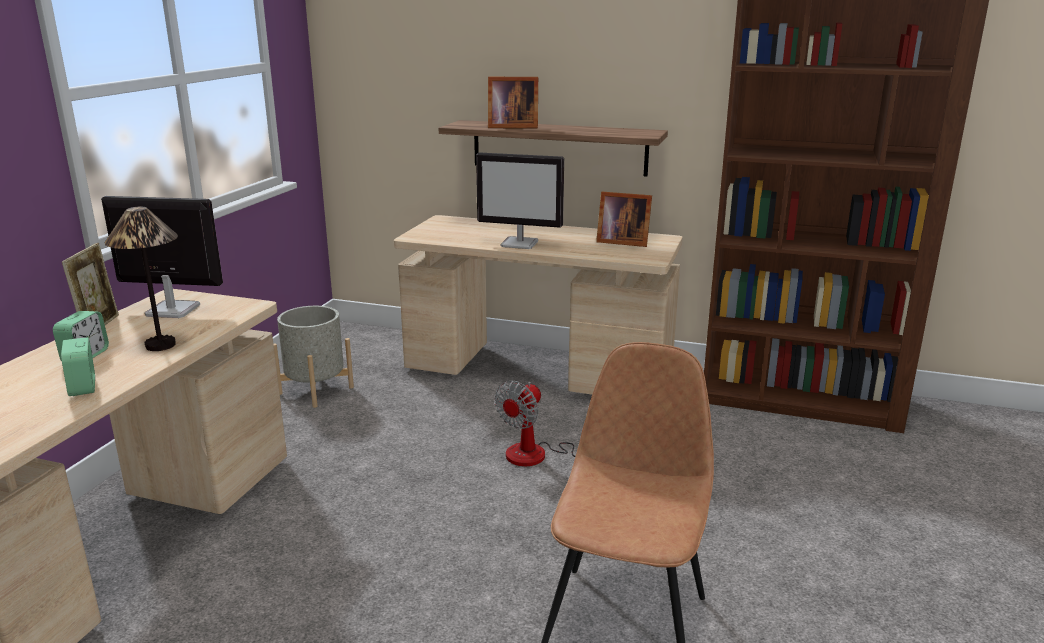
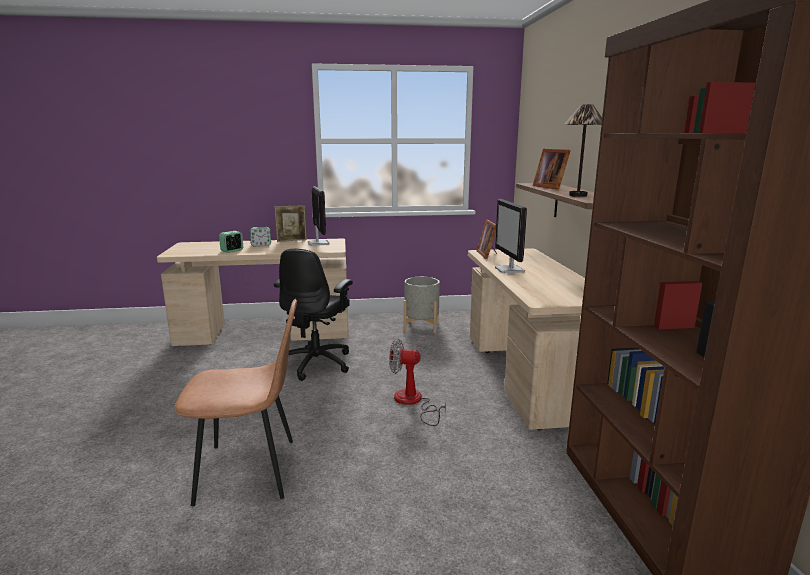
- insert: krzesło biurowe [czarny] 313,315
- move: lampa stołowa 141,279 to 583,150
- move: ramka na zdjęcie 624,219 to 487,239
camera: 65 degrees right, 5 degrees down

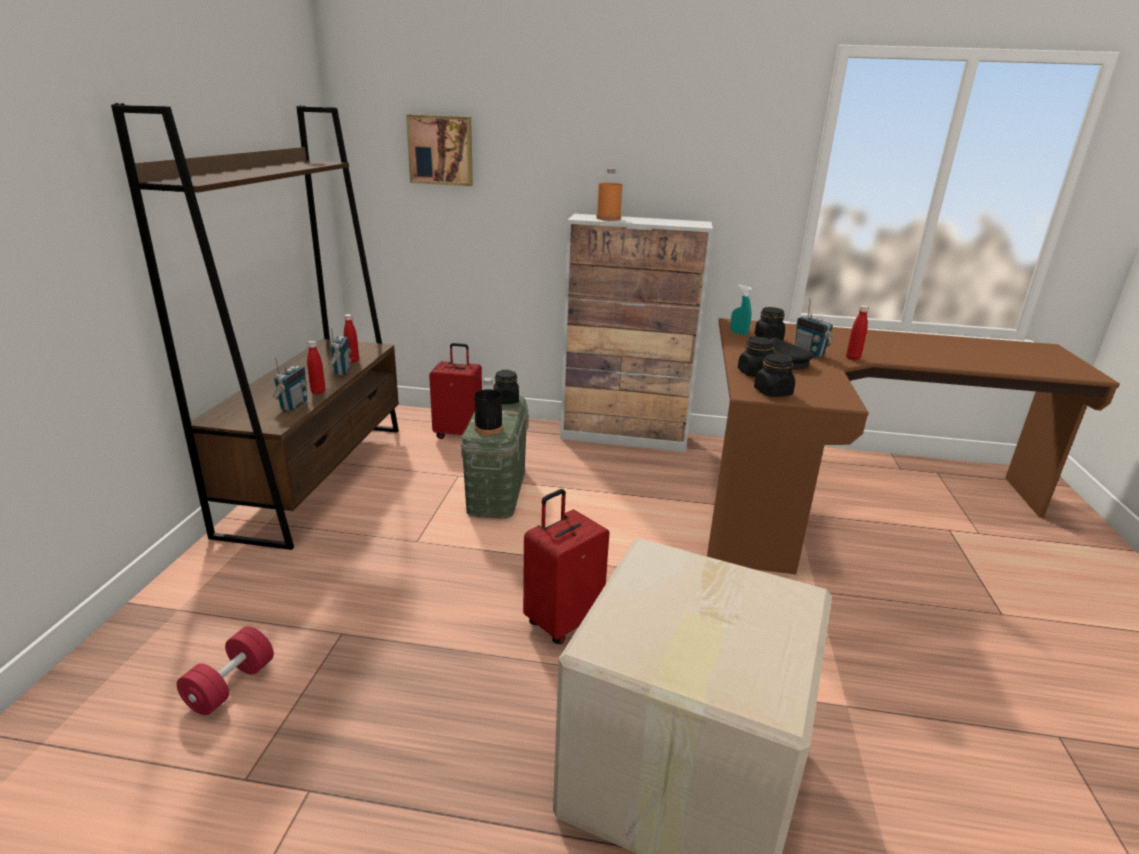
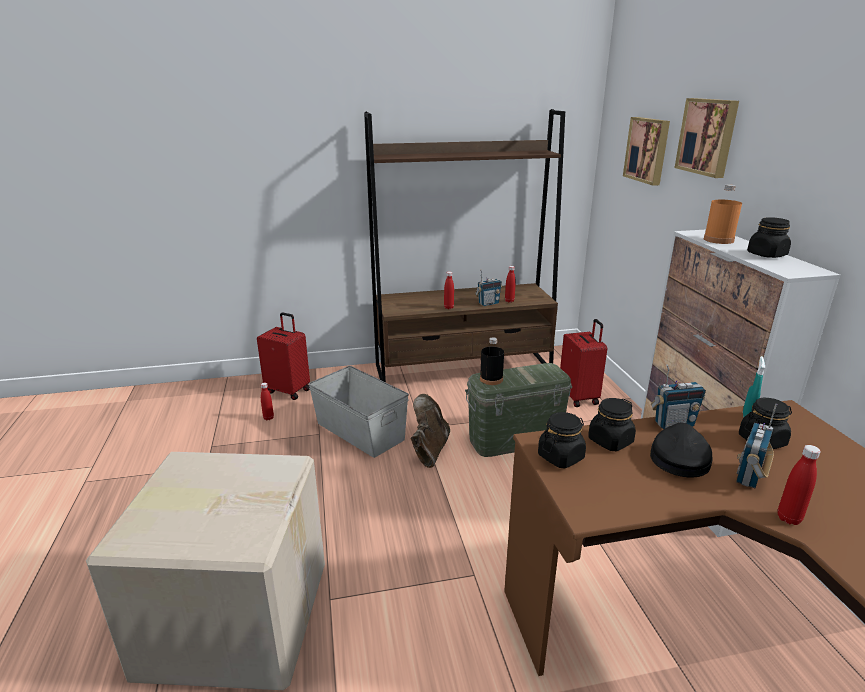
- insert: pojemnik do przechowywania [szary] 359,412
- insert: but z cholewką [brązowy] 430,431
- insert: obraz 707,138
- move: radio 289,384 to 678,396
- move: słoik [czarny] 506,387 to 769,237
- move: walizka [czerwony] 566,566 to 283,356
- replace: hantel [czerwony] 225,671 to butelka [czerwony] 267,401
camera: 70 degrees right, 0 degrees up

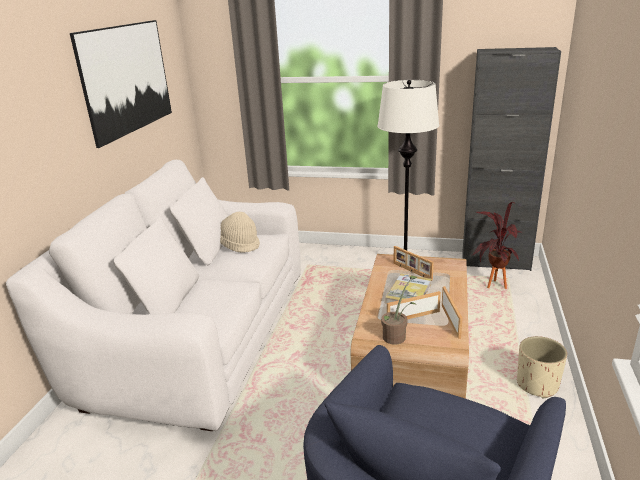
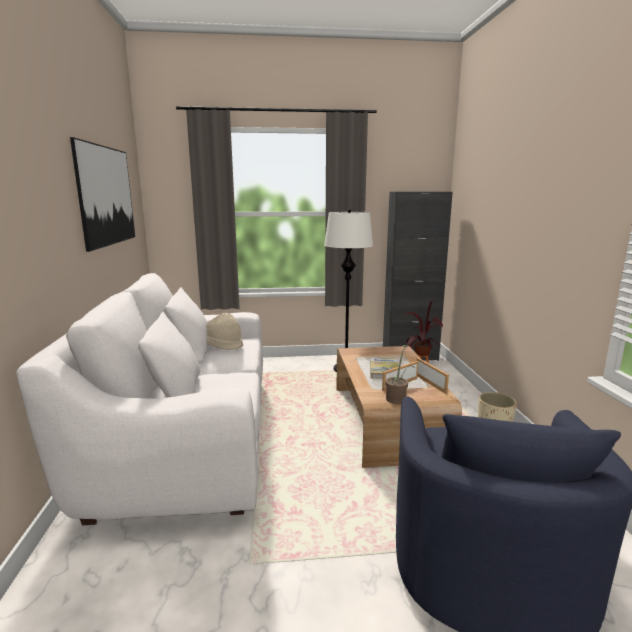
- delete: ramka na zdjęcie 414,263
camera: 20 degrees left, 10 degrees down

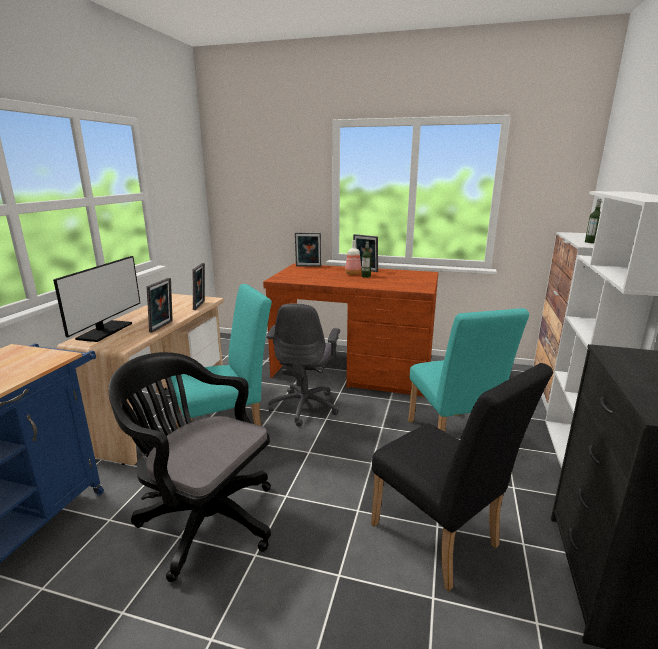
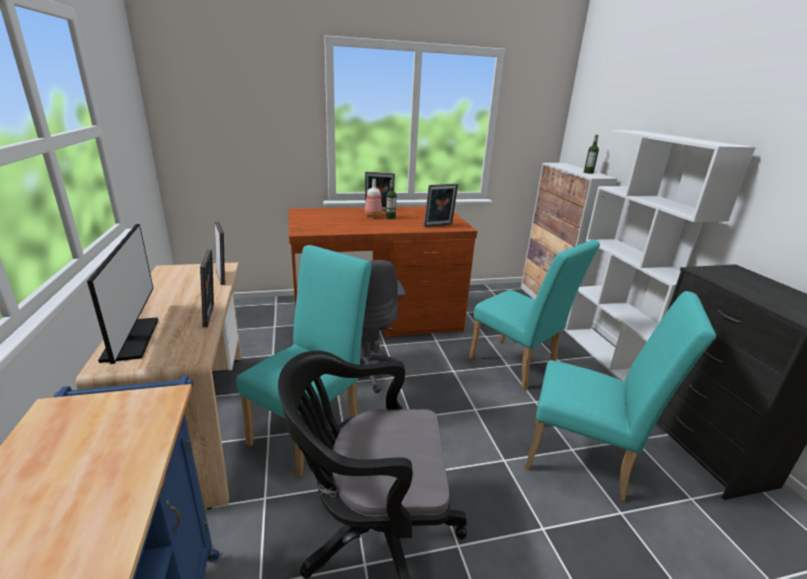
- move: ramka na zdjęcie 308,249 to 441,205
- recolor: krzesło [czarny] 462,477 to krzesło [turkusowy] 620,396
camera: 30 degrees left, 5 degrees up

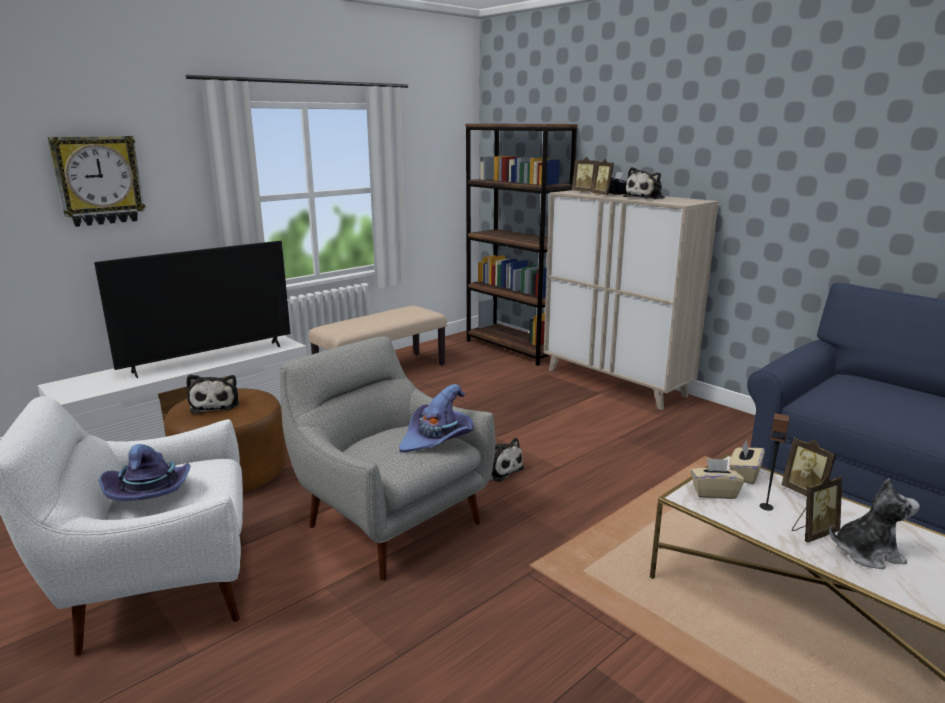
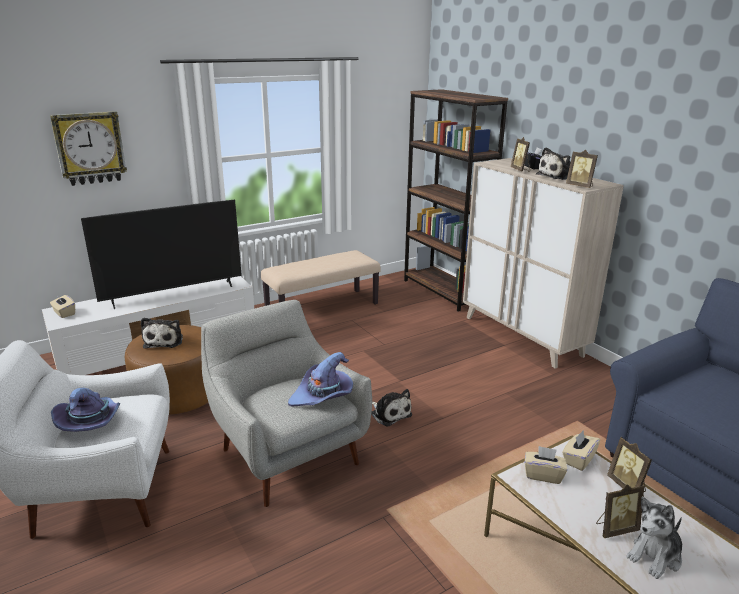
- delete: głośnik 774,462
- insert: pudełko chusteczek [beżowy] 62,306
- move: ramka na zdjęcie 584,174 to 582,169
- rotate: pluszak 875,523 = 654,538 135 degrees clockwise
camera: 10 degrees right, 5 degrees up

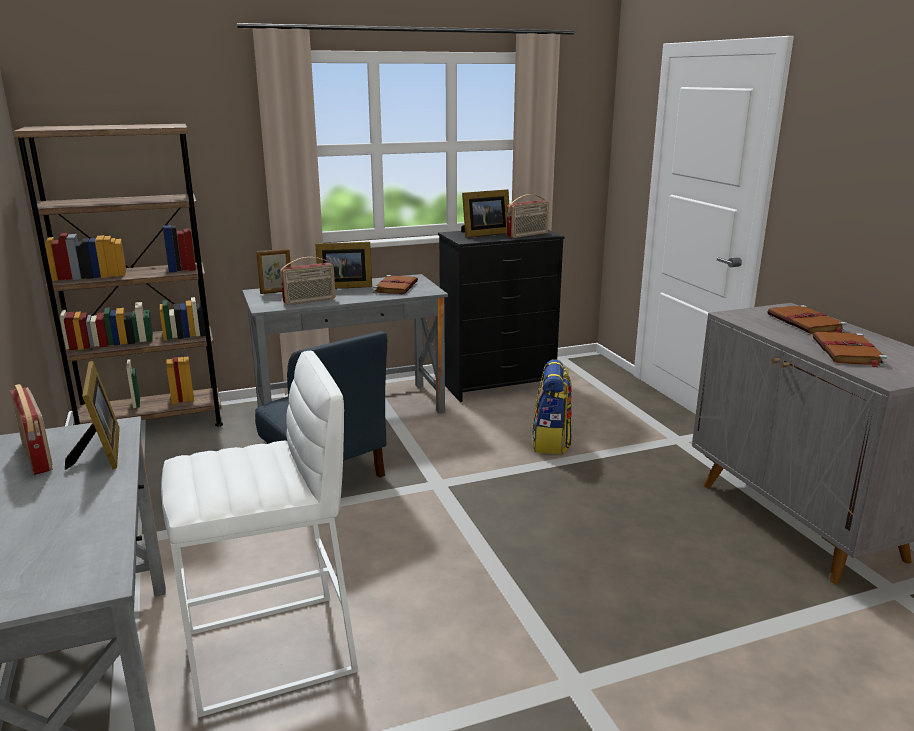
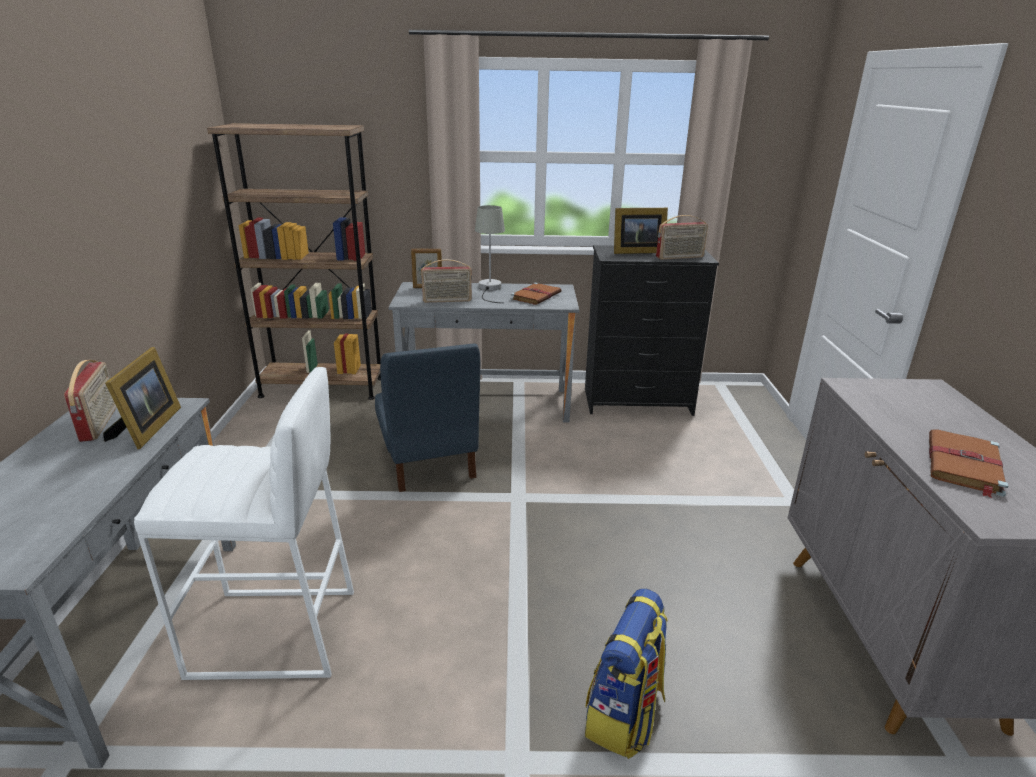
- delete: książka [brązowy] 807,319
- move: plecak 552,407 to 626,674
- replace: ramka na zdjęcie 343,265 to lampa stołowa [szary] 490,254
camera: 20 degrees right, 5 degrees up

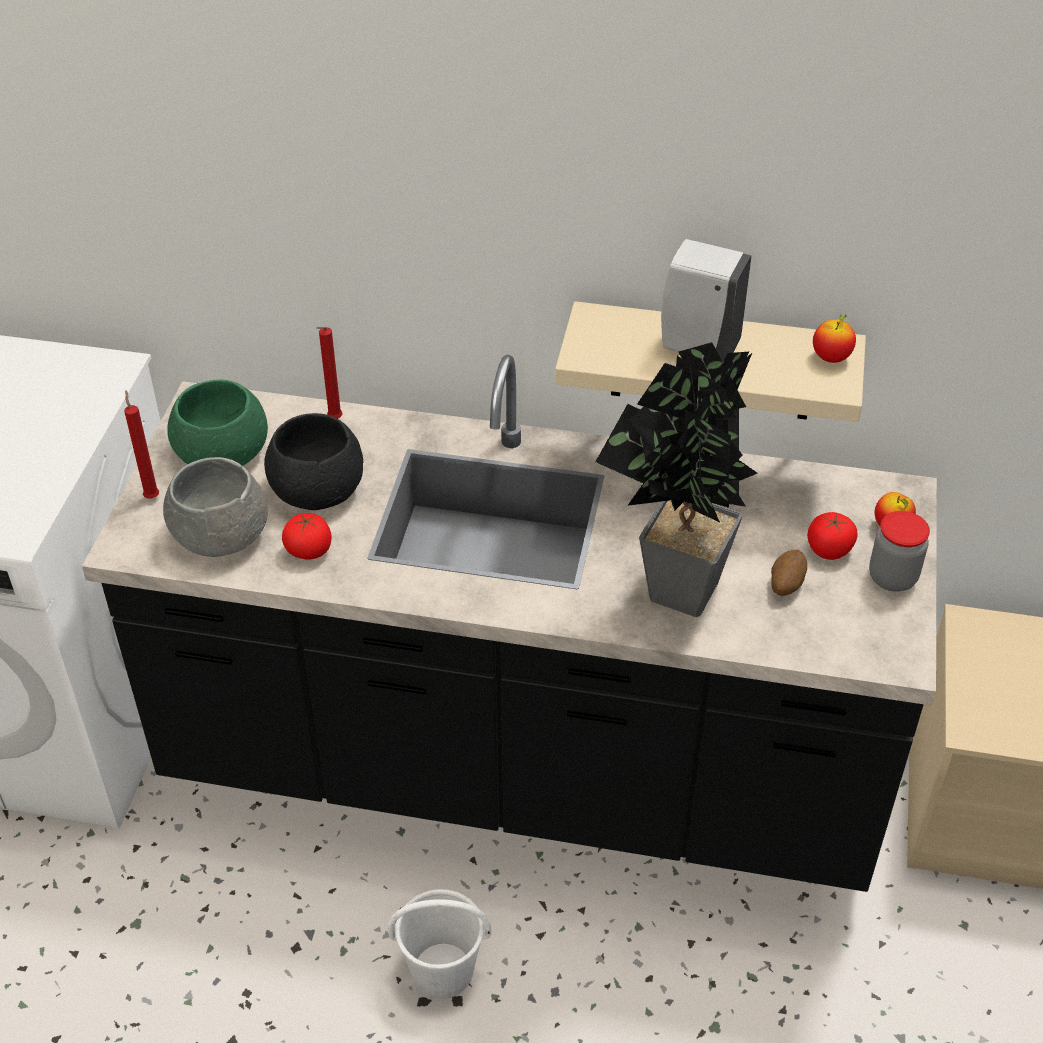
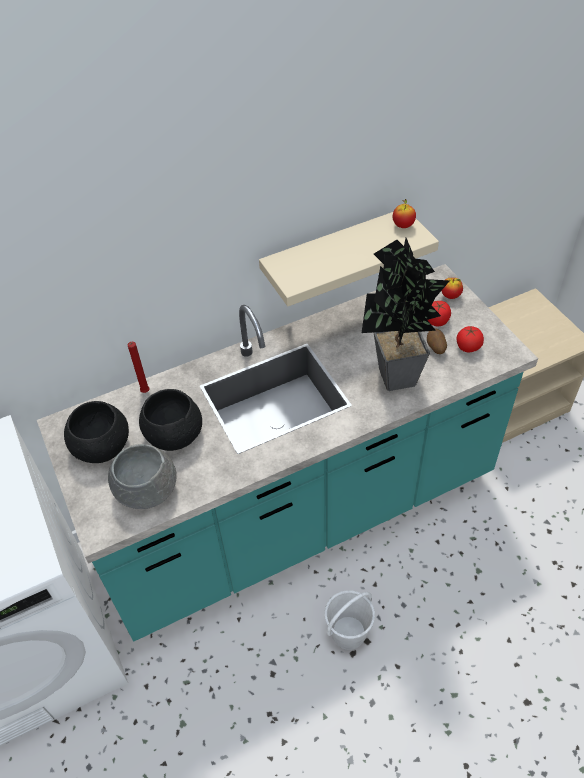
- delete: świeca [czerwony] 141,444
- delete: dozownik mydła [biały] 706,300
- delete: słoik 899,551
- move: pomidor 307,536 to 470,339
- recolor: zabudowa kuchenna [czarny] 509,623 to zabudowa kuchenna [turkusowy] 287,453
- recolor: miska [zielony] 217,422 to miska [czarny] 96,432
camera: 35 degrees left, 5 degrees up

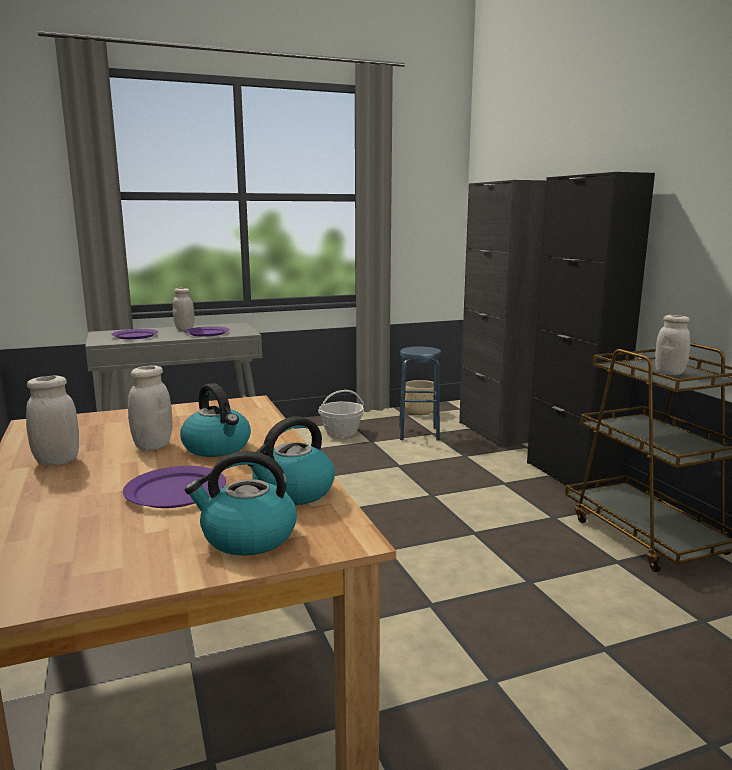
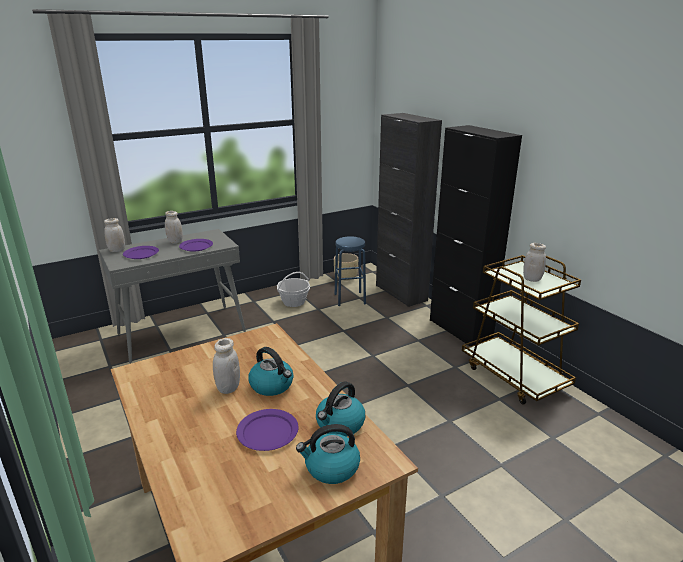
- move: słoik [biały] 52,420 to 114,235
camera: 10 degrees left, 10 degrees up

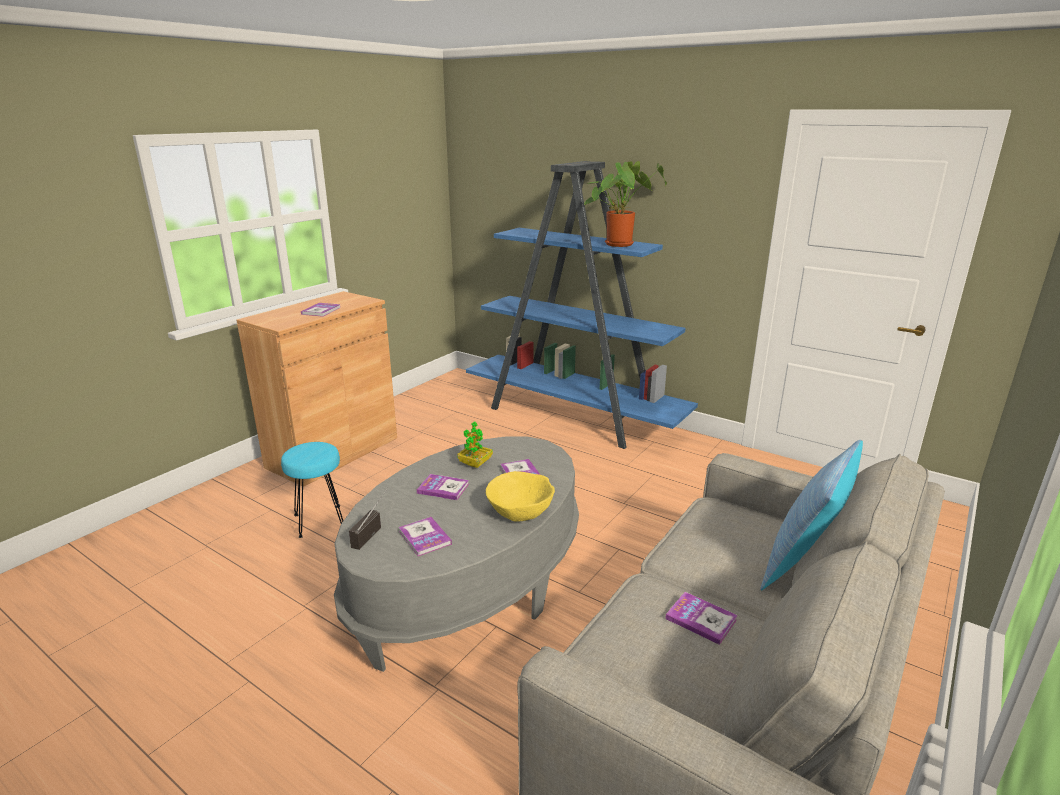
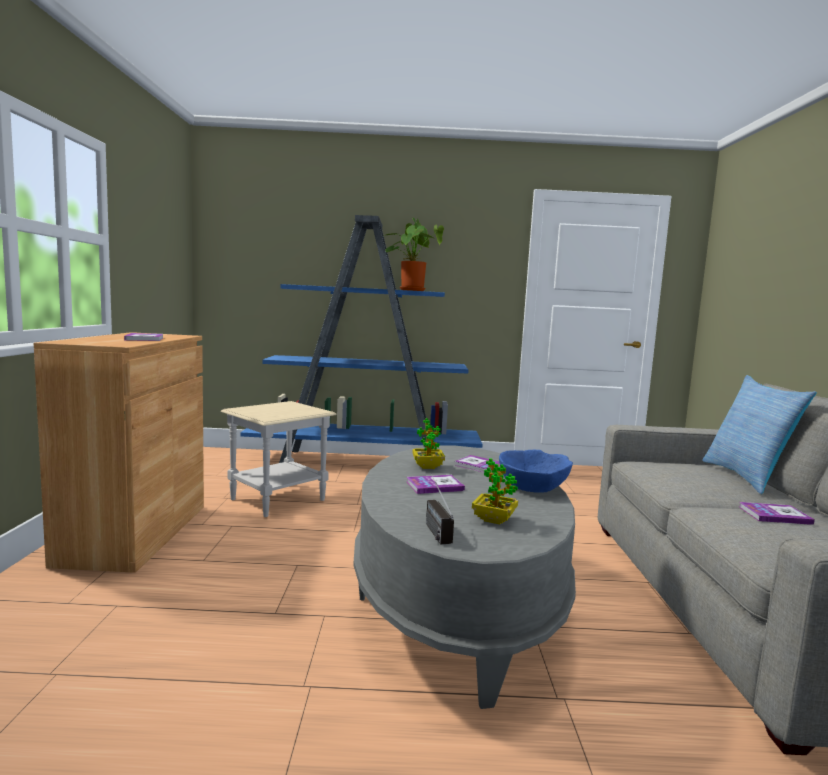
- delete: stołek [turkusowy] 312,490
- insert: stolik [beżowy] 279,459
- replace: książka 425,536 to roślina doniczkowa 495,491
- recolor: miska [żółty] 520,496 to miska [niebieski] 536,471
camera: 35 degrees left, 15 degrees down

